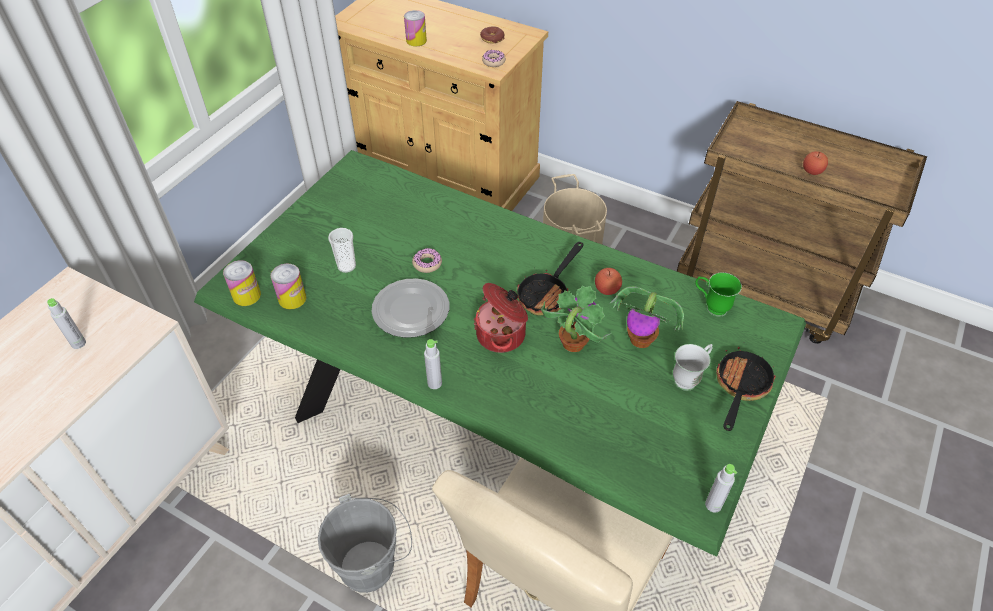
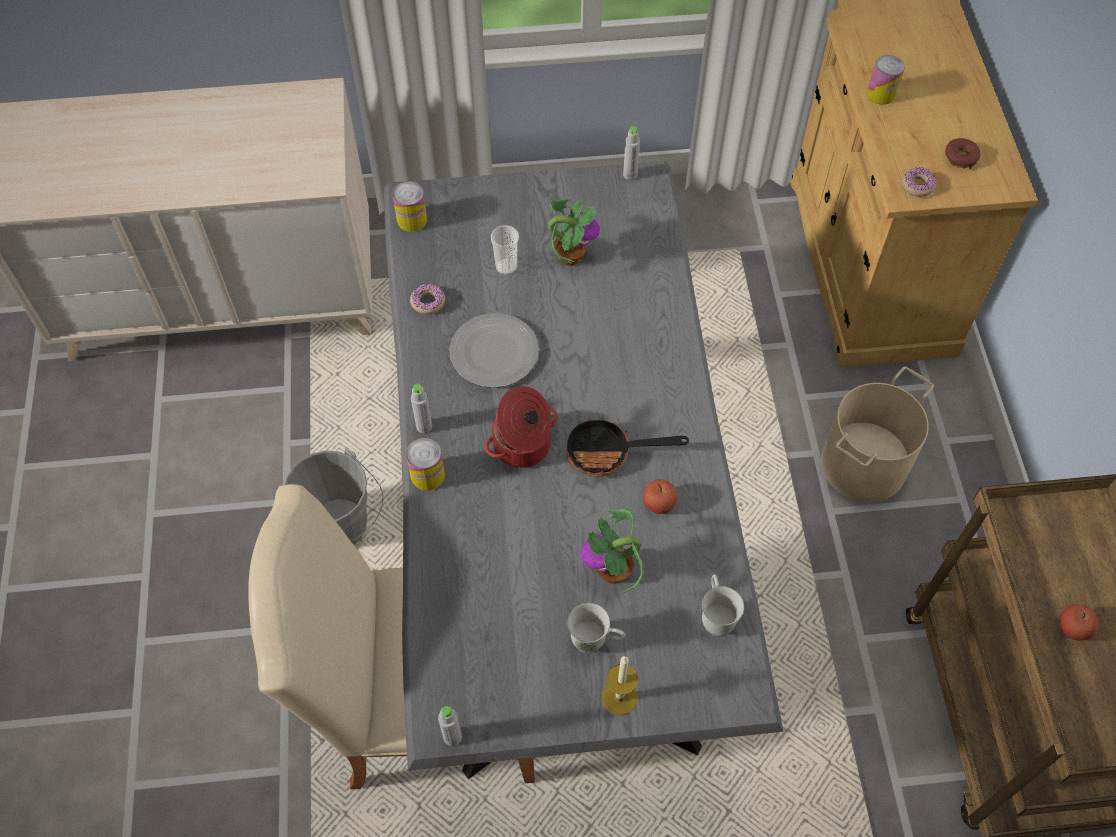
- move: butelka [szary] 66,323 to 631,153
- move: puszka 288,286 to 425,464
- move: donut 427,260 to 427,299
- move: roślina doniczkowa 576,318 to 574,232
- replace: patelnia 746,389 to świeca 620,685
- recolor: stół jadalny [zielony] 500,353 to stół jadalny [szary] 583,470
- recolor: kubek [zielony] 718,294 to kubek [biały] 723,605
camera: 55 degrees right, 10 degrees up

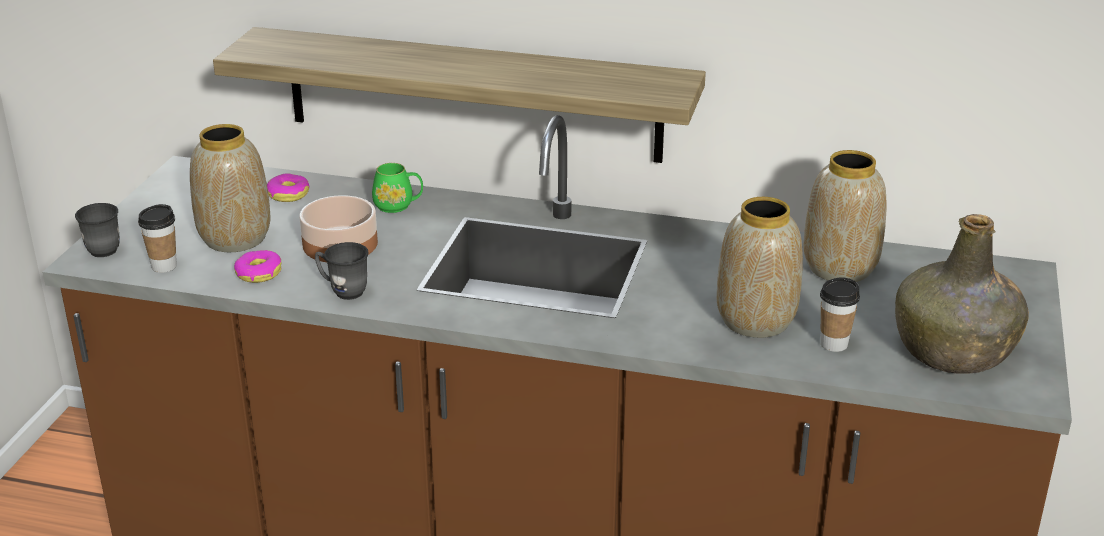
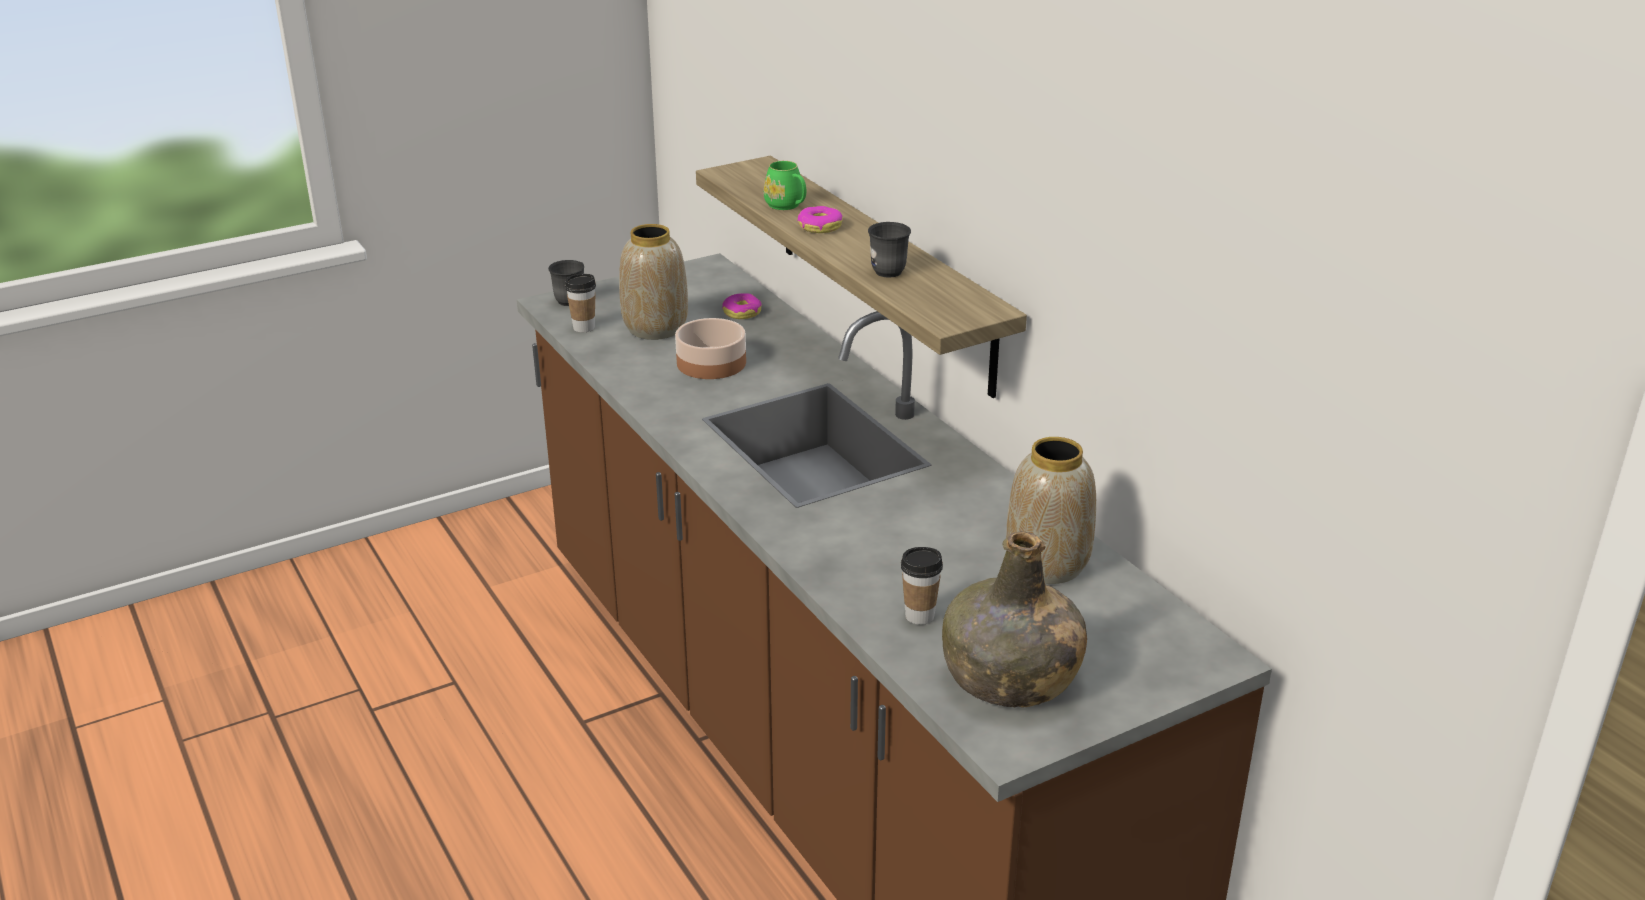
- delete: wazon 760,267
- move: donut 258,266 to 820,219
- move: kubek [szary] 342,271 to 889,249
- move: kubek [zielony] 397,188 to 785,185
camera: 45 degrees right, 0 degrees up

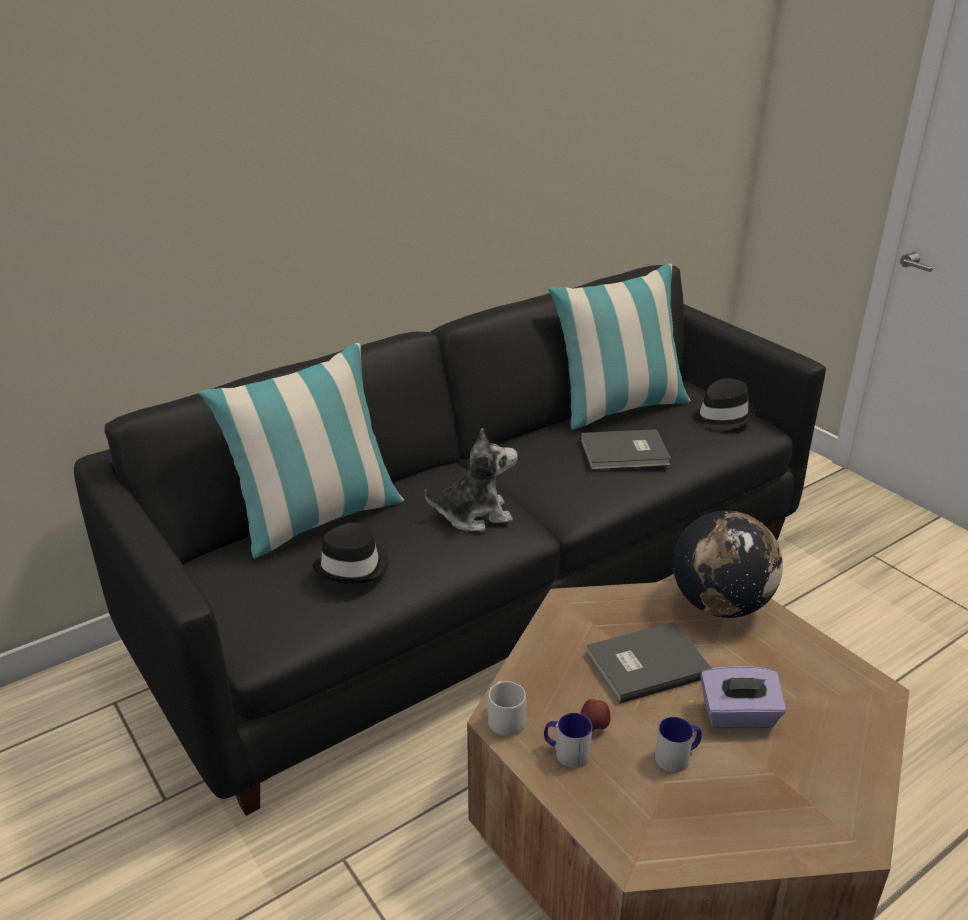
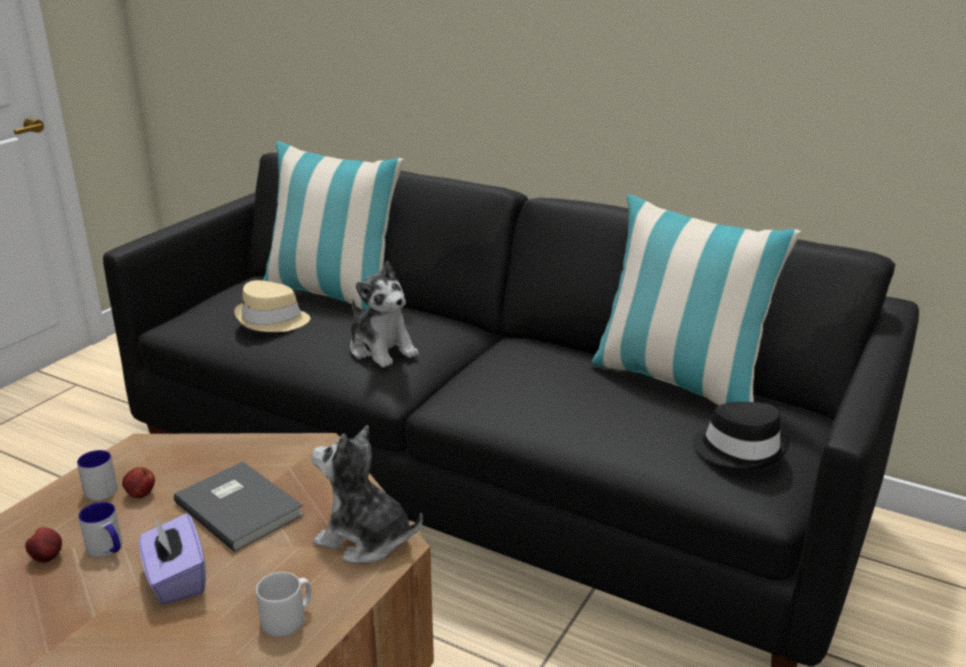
- delete: książka [szary] 626,449
- insert: jabłko 43,544
- move: kubek [szary] 507,708 to 283,604
- replace: globus 728,564 to pluszak 367,494
- recolor: kapelusz [czarny] 350,553 to kapelusz [beżowy] 272,306
camera: 65 degrees right, 5 degrees down

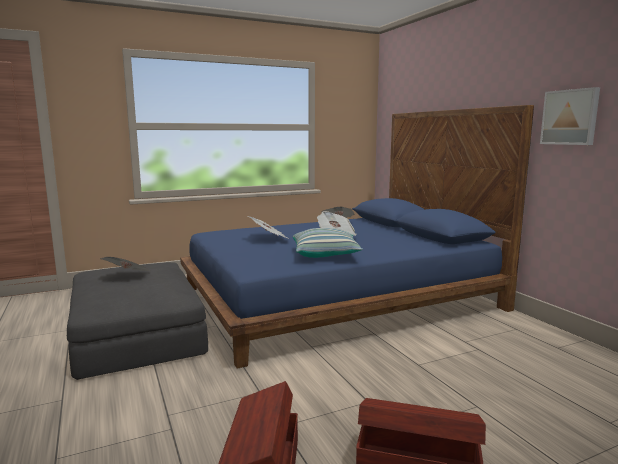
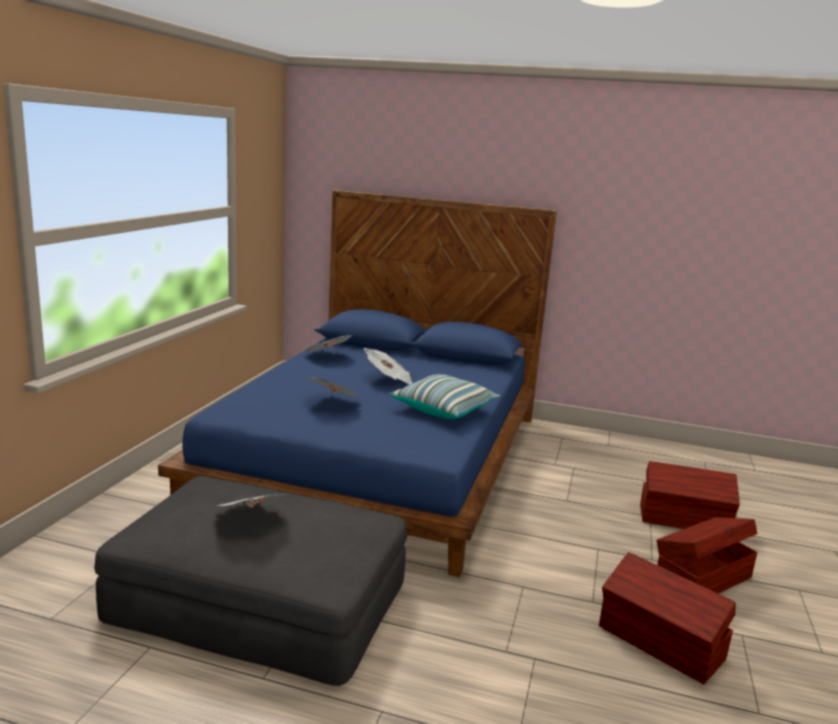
- delete: obraz 570,116
- insert: pojemnik do przechowywania [brązowy] 690,495
camera: 50 degrees left, 5 degrees up

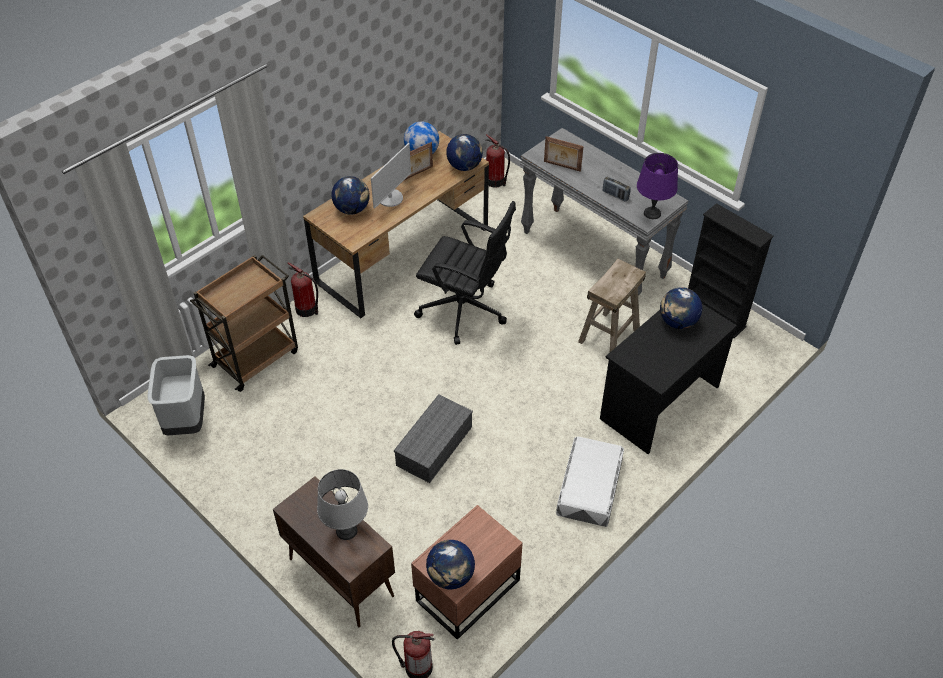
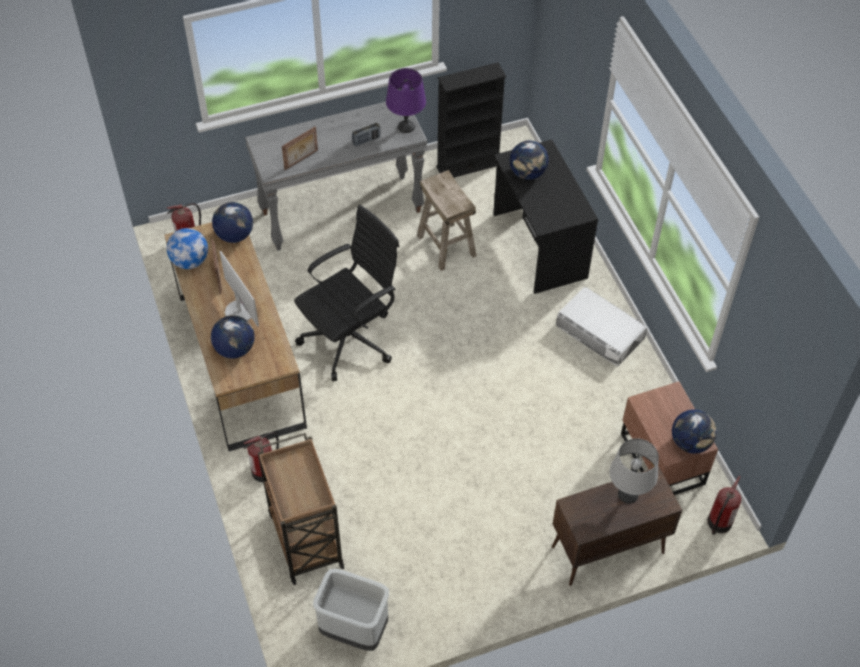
- delete: pojemnik do przechowywania [szary] 433,438
camera: 65 degrees left, 5 degrees up

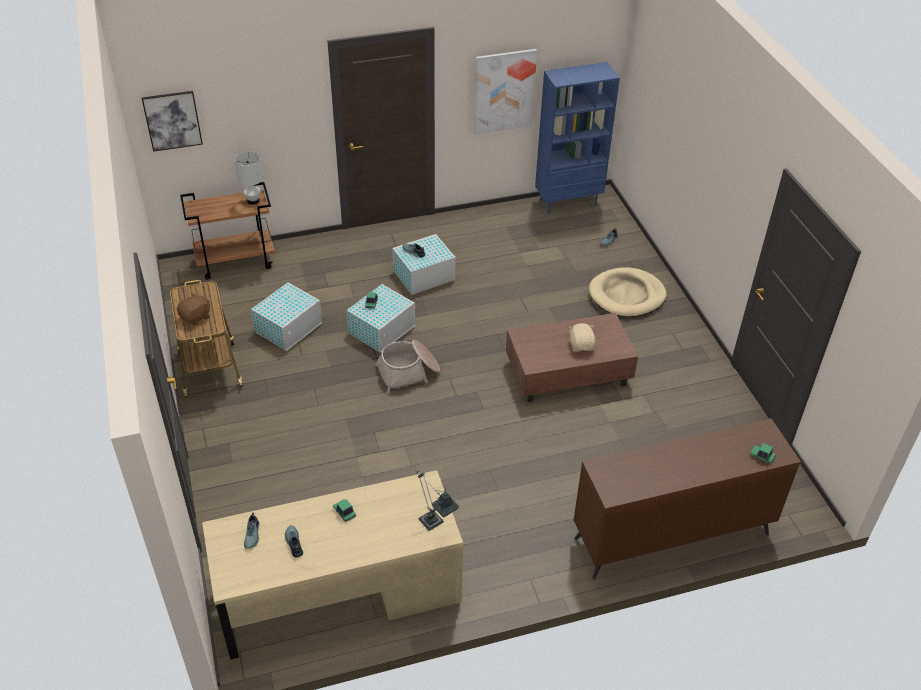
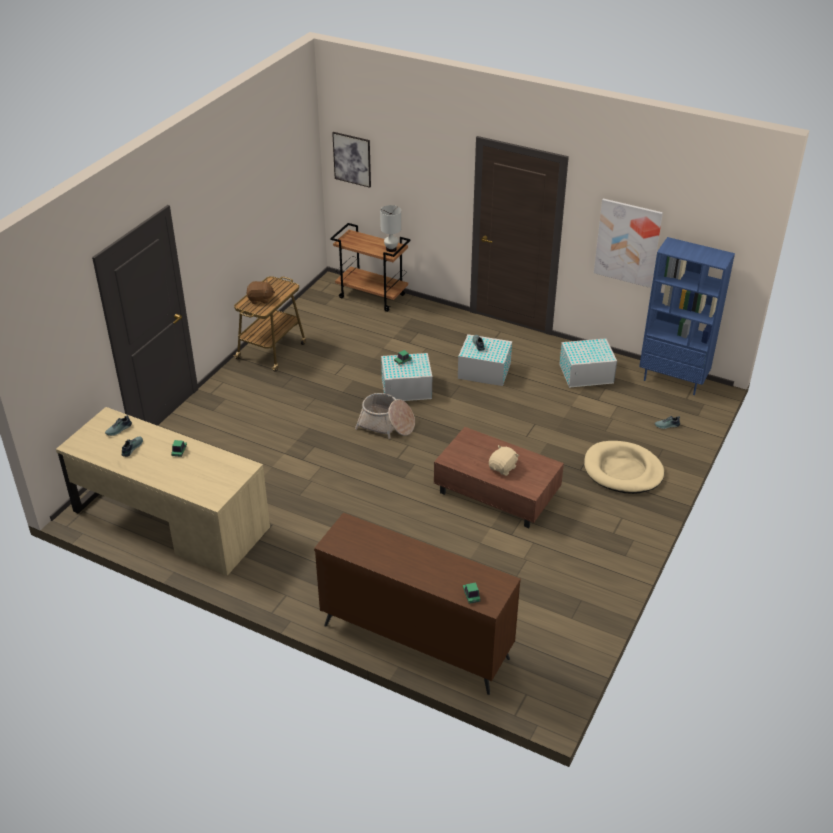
- delete: lampa stołowa 438,501
- move: pojemnik do przechowywania [biały] 286,316 to 588,363
camera: 45 degrees right, 5 degrees down

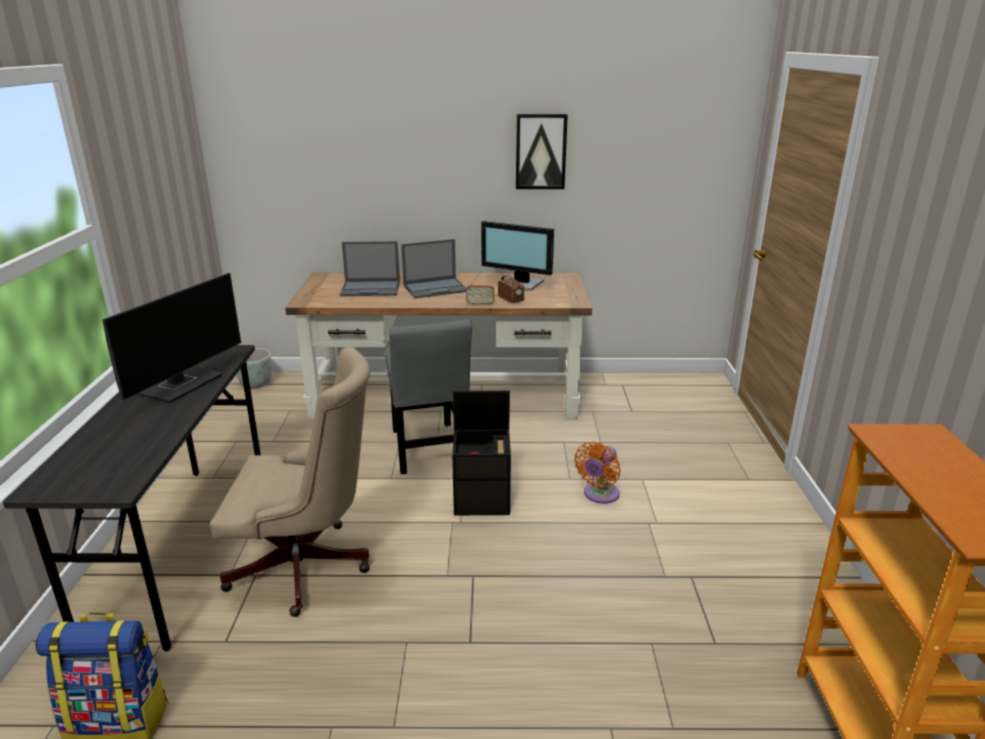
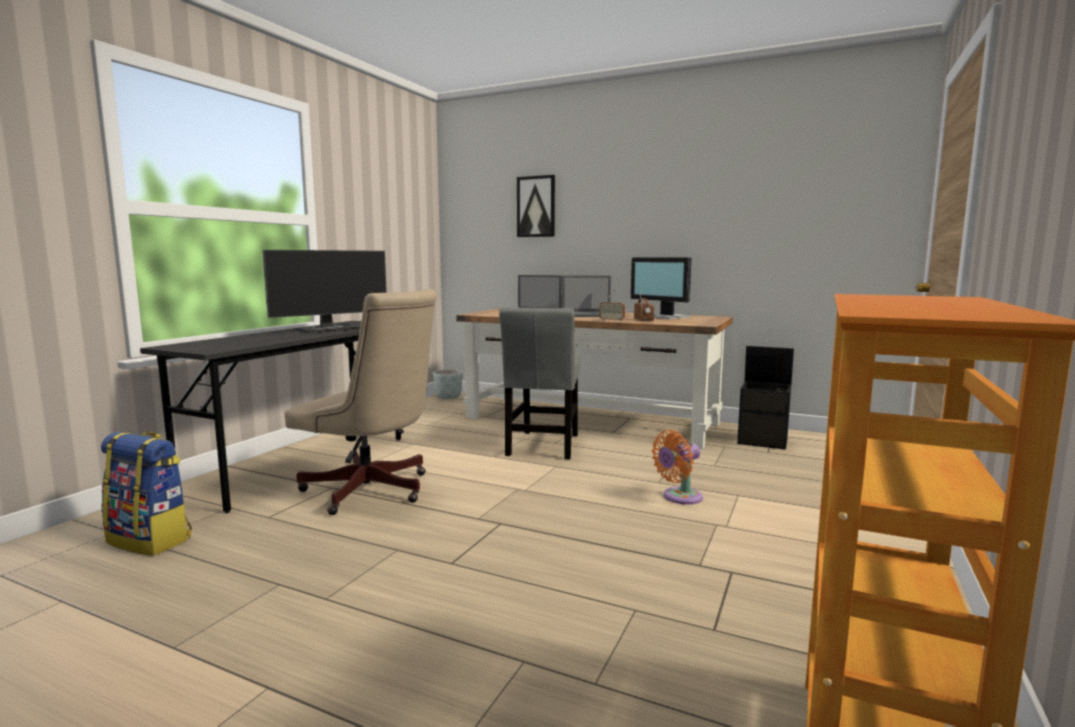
- move: pojemnik do przechowywania [czarny] 481,453 to 765,398
- move: obraz 542,151 to 536,206
camera: 25 degrees right, 15 degrees down

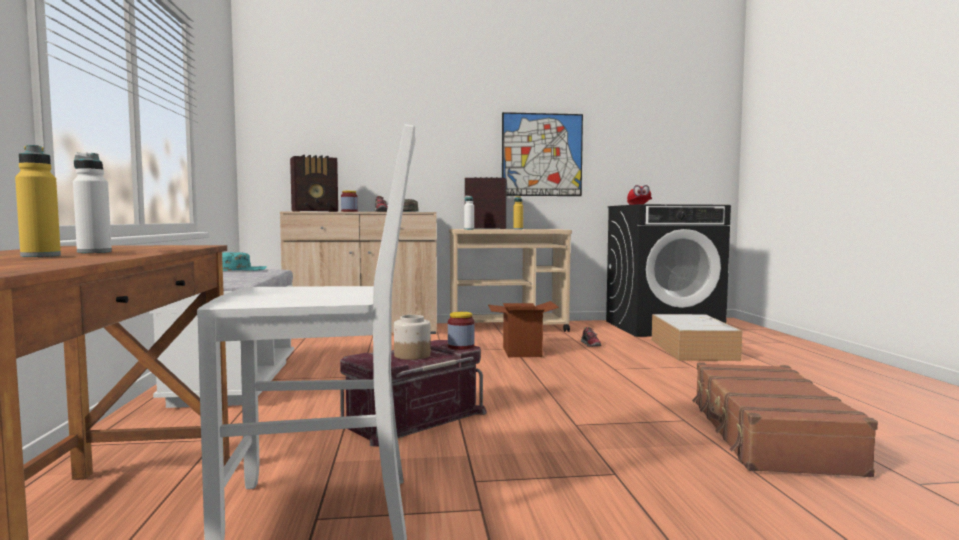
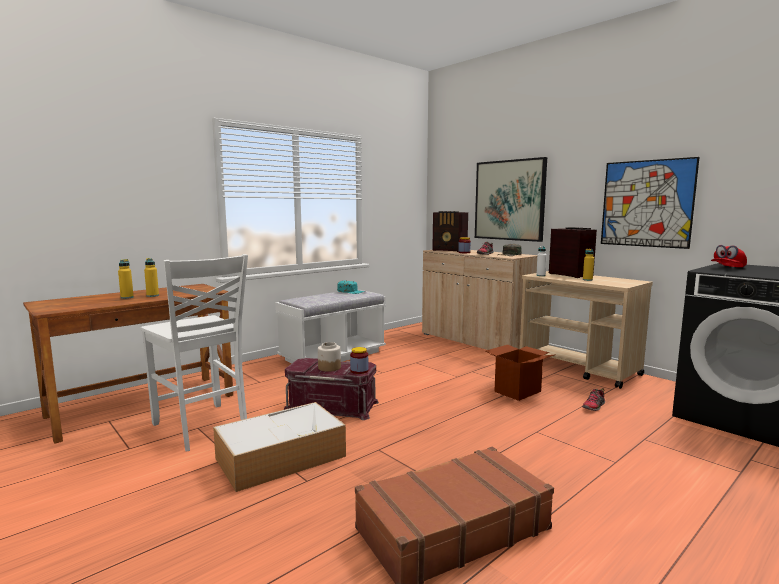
- insert: obraz 511,199
- move: pojemnik do przechowywania 697,337 to 279,447
- recolor: butelka [biały] 92,202 to butelka [żółty] 151,277
camera: 55 degrees right, 5 degrees up

